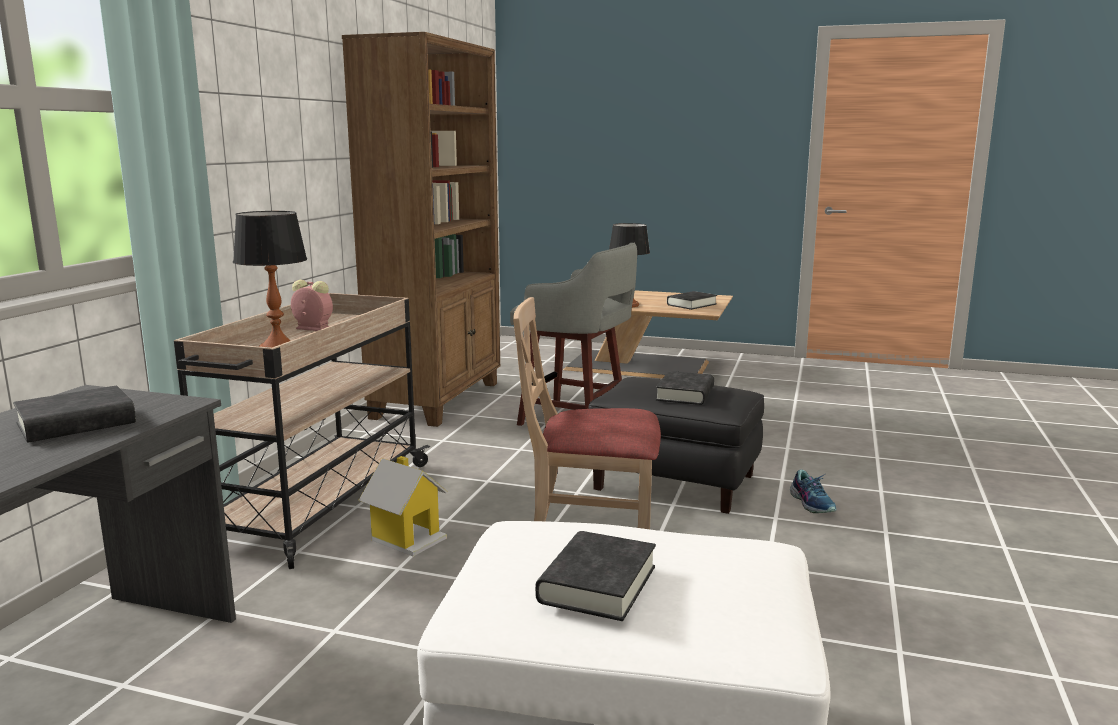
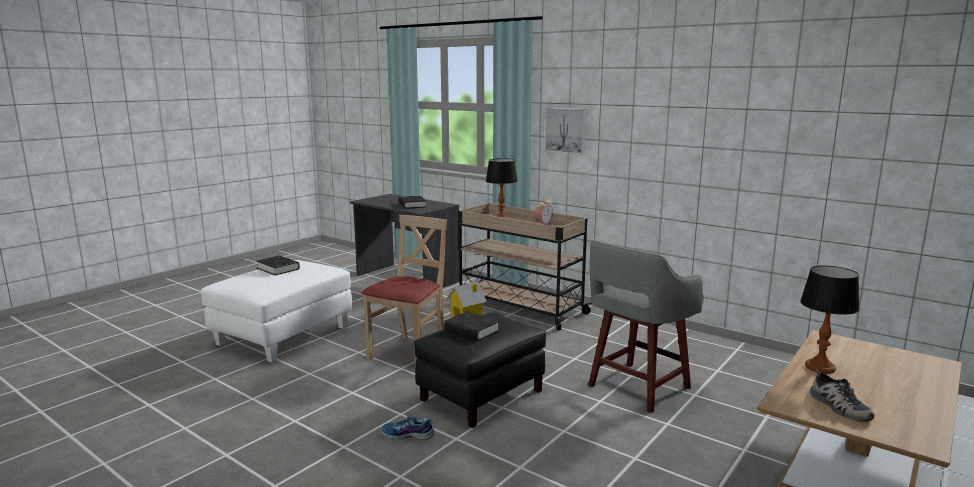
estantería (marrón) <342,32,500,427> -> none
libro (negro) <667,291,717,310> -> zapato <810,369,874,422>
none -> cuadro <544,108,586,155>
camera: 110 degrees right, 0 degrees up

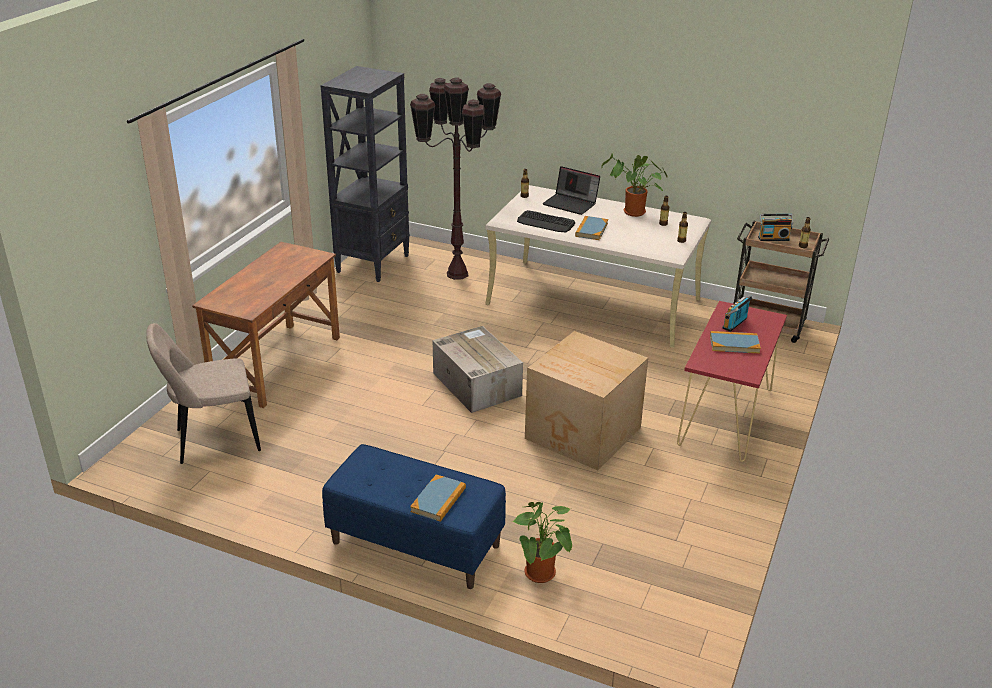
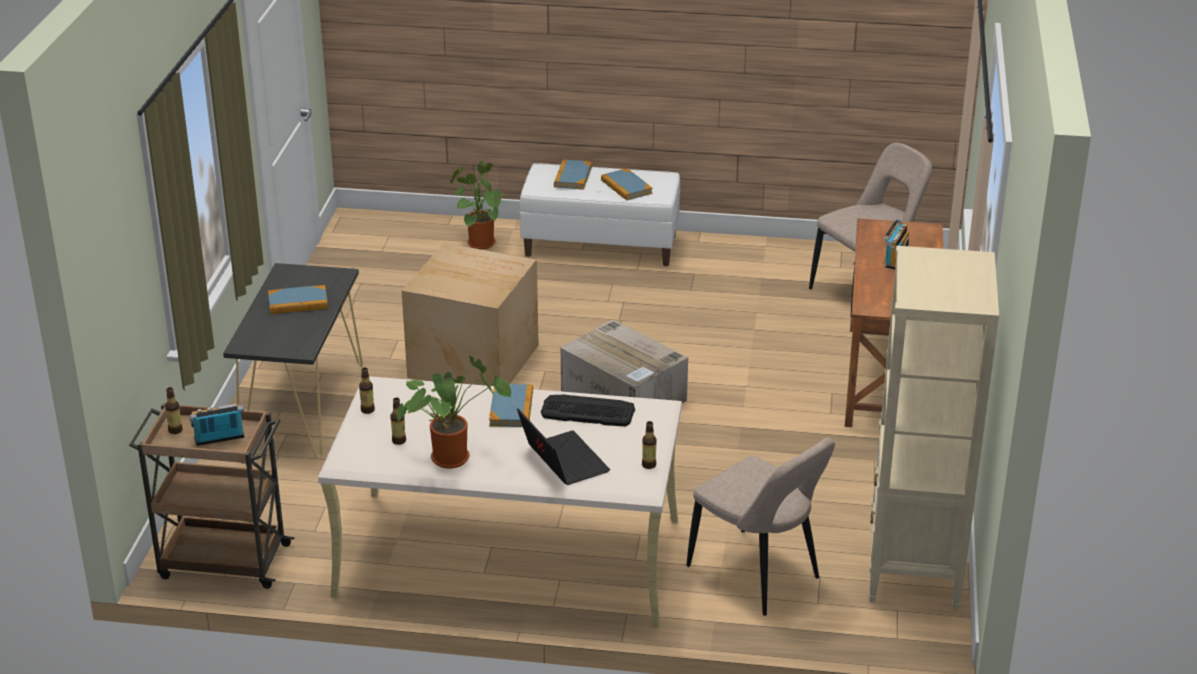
estantería (negro) <321,66,410,282> -> estantería (beis) <869,246,999,610>
banco (azul) <322,444,506,589> -> banco (blanco) <520,163,680,266>
lámpara de pie (marrón) <410,78,501,280> -> silla (beis) <686,437,835,616>
portátil <542,166,600,215> -> portátil <517,409,610,485>, 45 degrees clockwise
mesa consola (rojo) <677,301,787,462> -> mesa consola (negro) <223,263,363,458>
radio <722,295,754,332> -> radio <883,218,909,269>, shifted
none -> libro <601,168,653,201>
camera: 165 degrees right, 0 degrees up

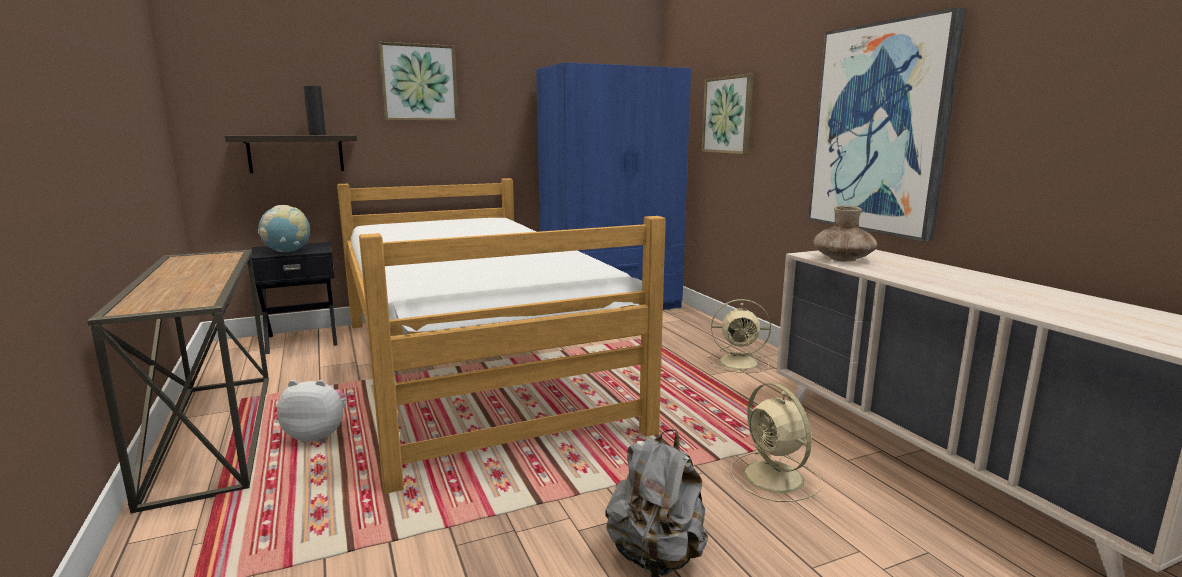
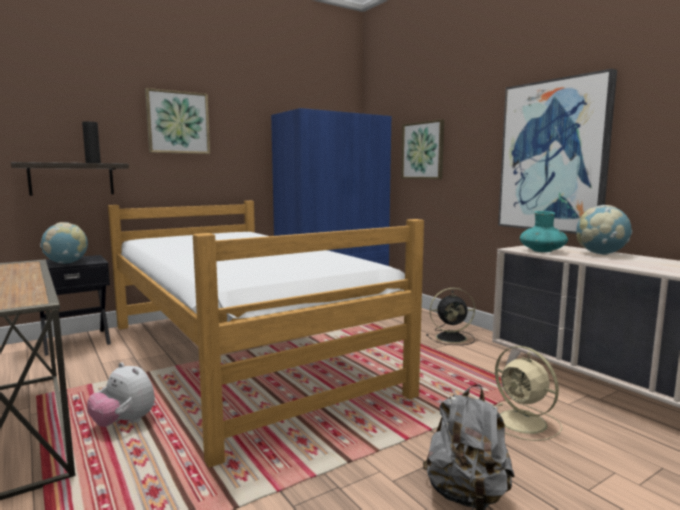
peluche <277,380,347,442> -> peluche <87,362,155,427>, 135 degrees counterclockwise
ventilador (beis) <708,299,771,373> -> ventilador (negro) <426,288,475,345>
florero (marrón) <813,206,877,261> -> florero (turquesa) <520,211,568,252>
none -> globo terráqueo <576,205,632,255>
camera: 10 degrees left, 5 degrees down

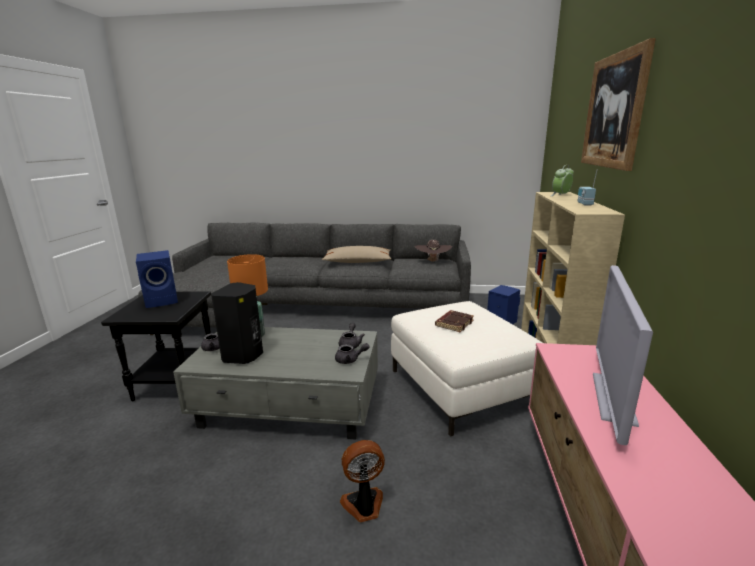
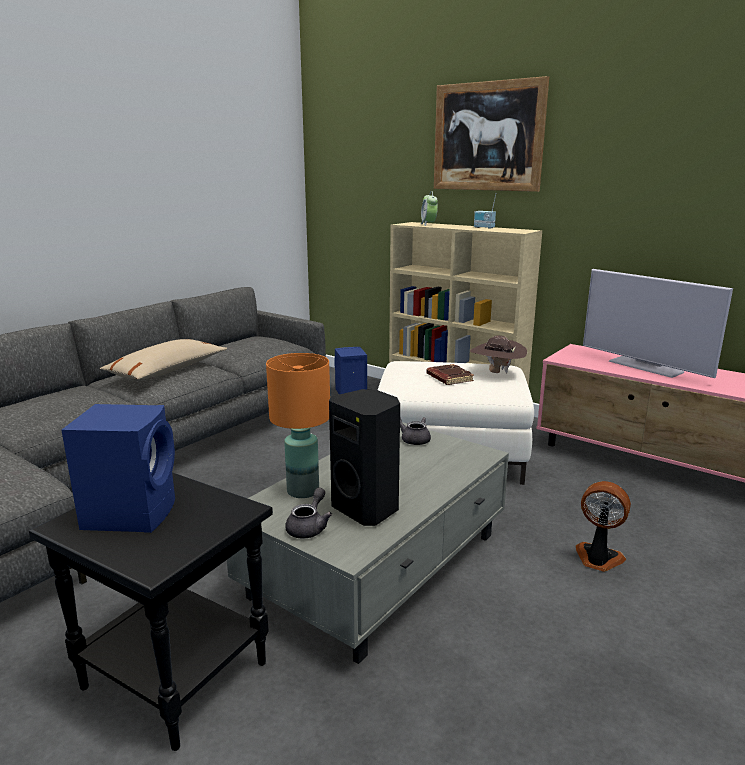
tetera (gris) <335,343,369,364> -> none
ventilador <340,440,385,522> -> ventilador <576,481,631,572>, 105 degrees clockwise
sombrero (marrón) <414,240,452,261> -> sombrero (marrón) <470,336,527,373>, shifted
camera: 60 degrees left, 0 degrees up

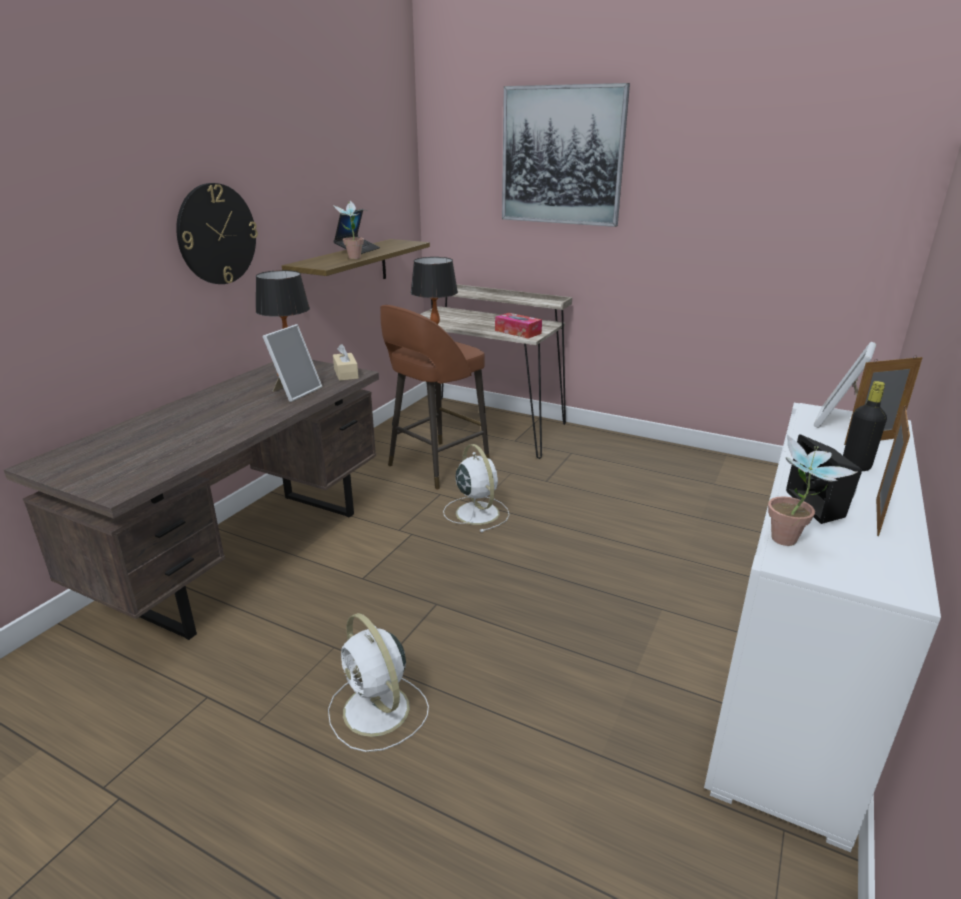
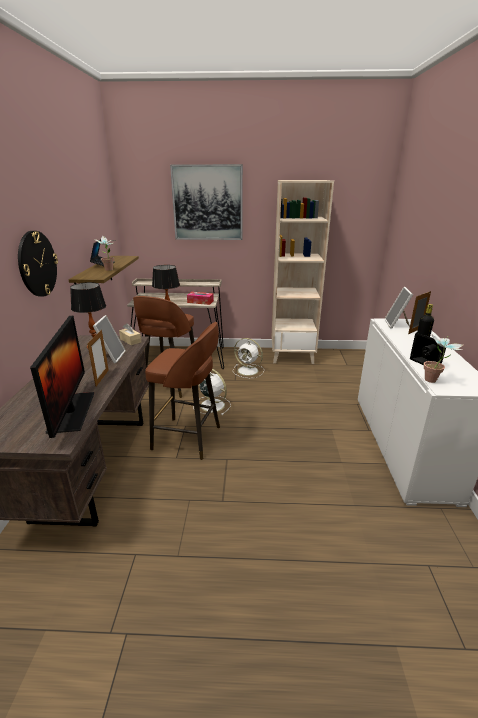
ventilador (blanco) <328,613,429,752> -> ventilador (blanco) <233,338,264,378>, shifted
portarretratos <876,405,910,536> -> portarretratos <87,330,109,386>, shifted
none -> monitor <30,316,94,438>
none -> taburete (marrón) <145,322,220,460>
none -> estantería (beis) <271,180,334,364>
camera: 25 degrees left, 0 degrees up

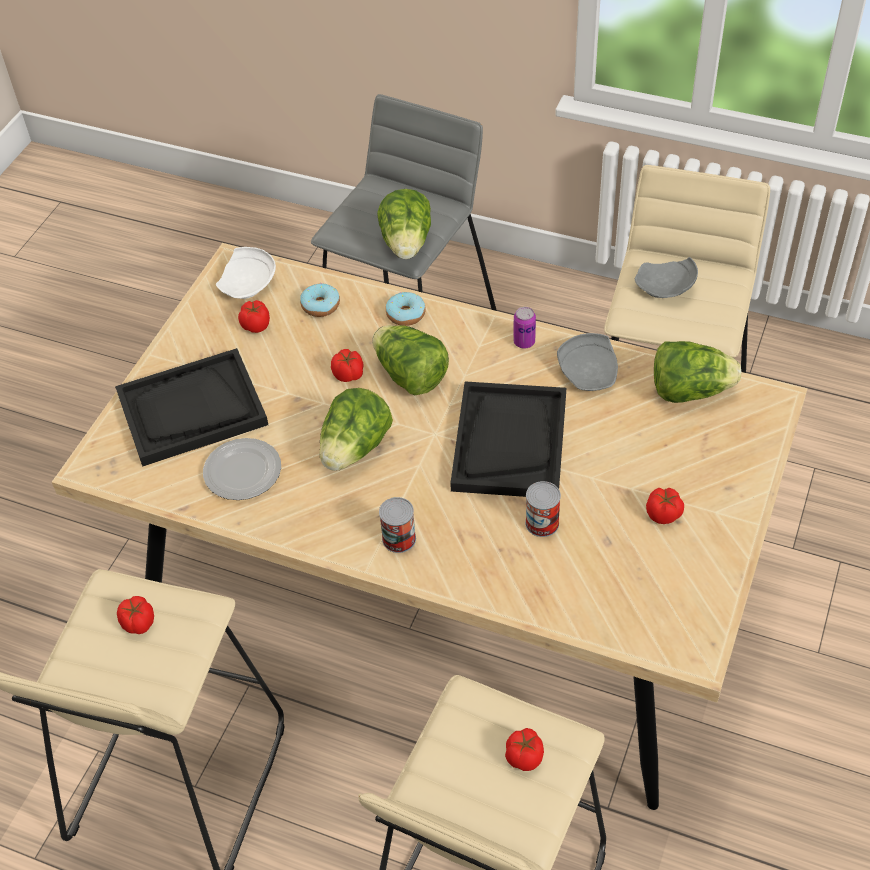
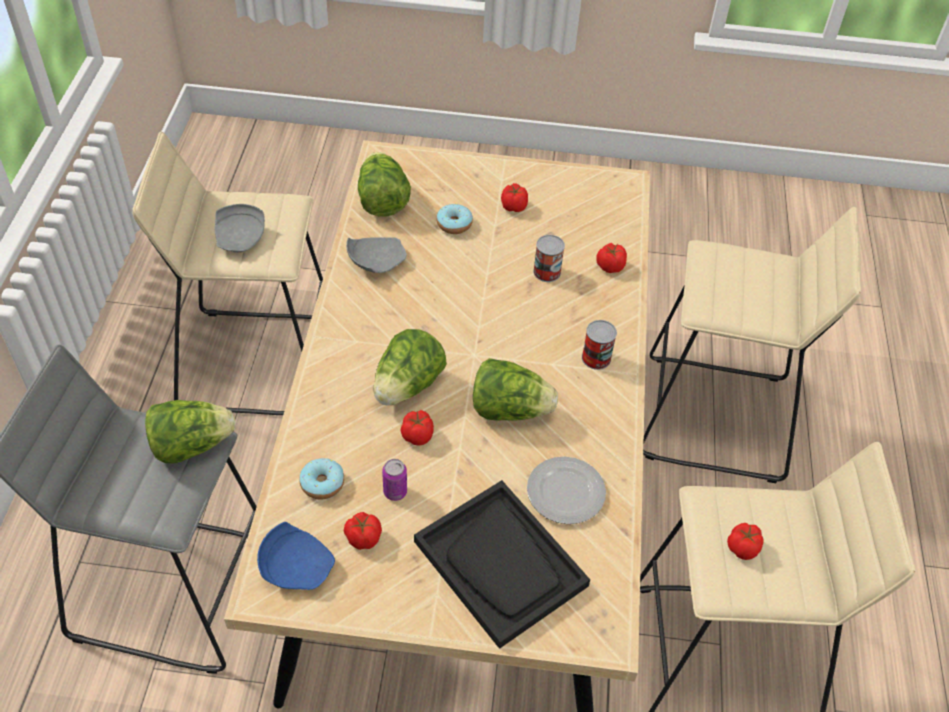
plato (blanco) <216,247,276,299> -> plato (azul) <257,522,335,590>
rosquilla <386,292,426,326> -> rosquilla <436,204,473,234>, shifted
bandeja (negro) <450,381,566,497> -> none
tomate <505,728,544,771> -> tomate <596,243,627,273>, shifted
lata <513,307,536,348> -> lata <382,459,407,501>, shifted
camera: 110 degrees left, 0 degrees up

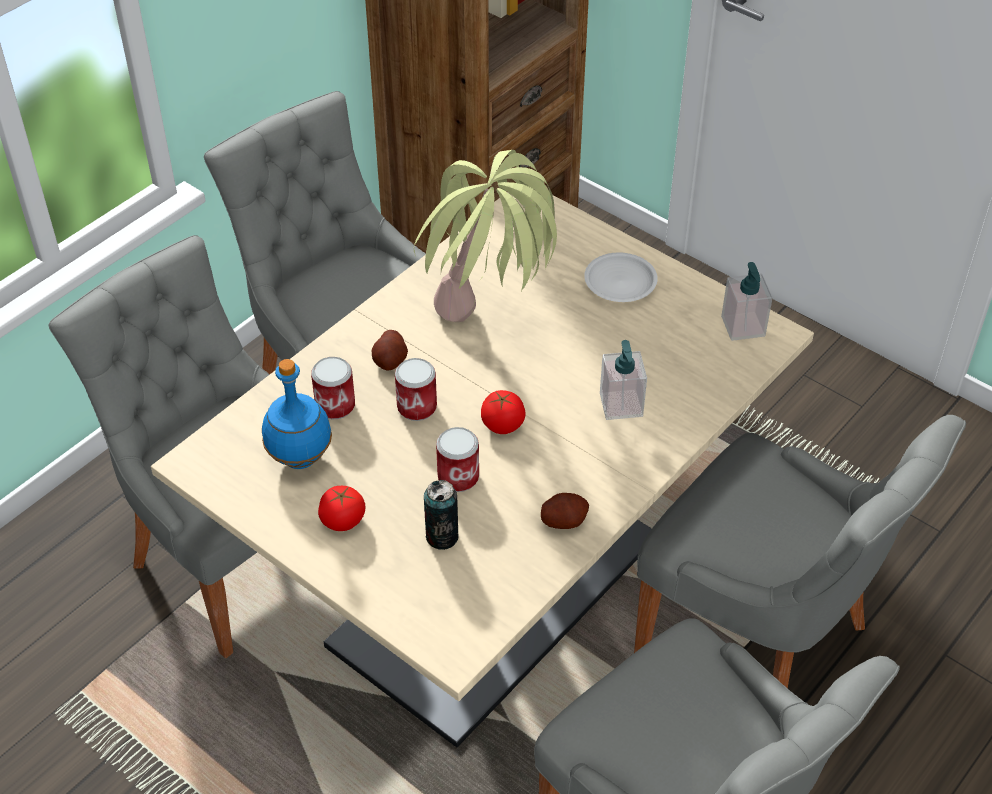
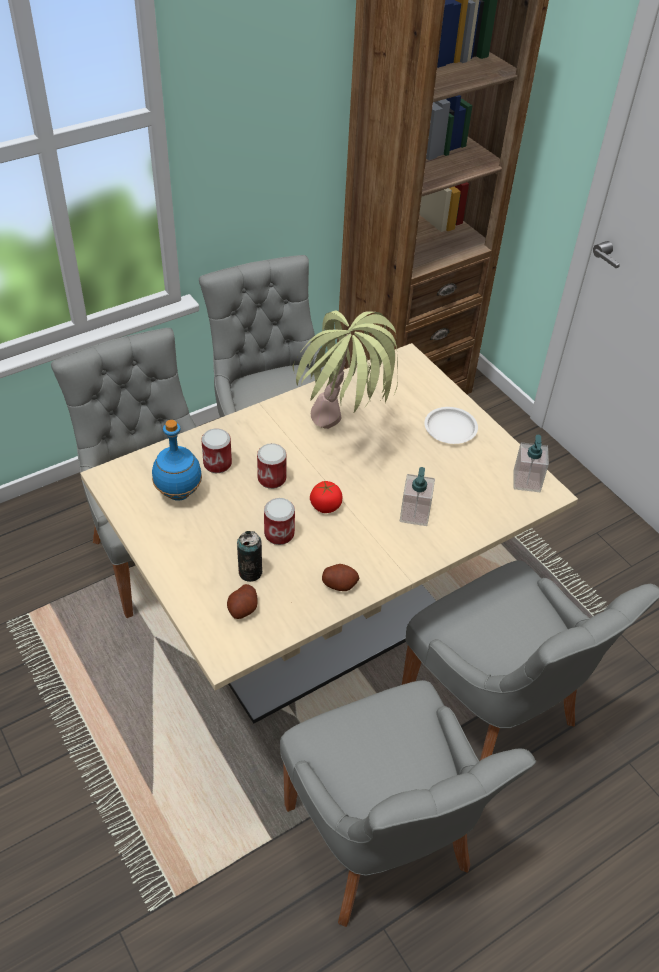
tomate <318,486,365,531> -> none
patata <372,330,408,371> -> patata <227,584,258,619>, shifted
camera: 15 degrees right, 0 degrees up

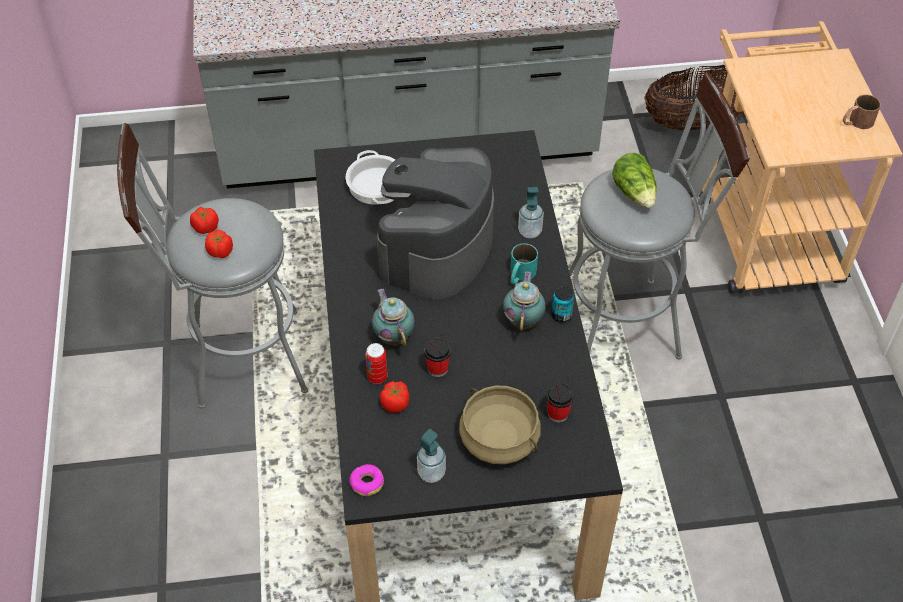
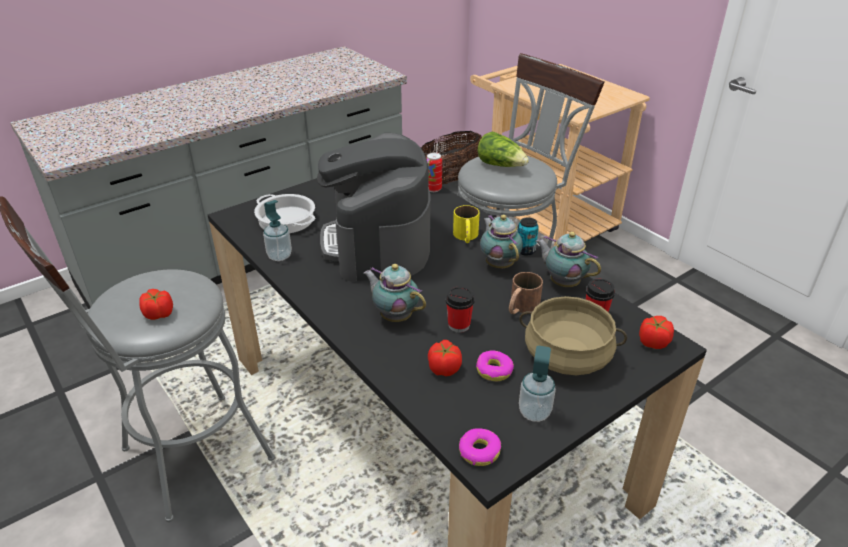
tomate <190,207,219,234> -> tomate <639,316,674,349>, shifted
lata <365,343,387,384> -> lata <426,152,442,192>, shifted
taza grande (turquesa) <510,243,538,284> -> taza grande (amarillo) <453,205,480,243>
dispensador de jabón <518,187,544,238> -> dispensador de jabón <263,200,292,261>, shifted
taza grande (marrón) <843,95,881,129> -> taza grande (marrón) <509,272,543,314>, shifted
none -> rosquilla <476,350,514,381>
none -> tetera <536,232,601,287>
camera: 30 degrees left, 15 degrees down

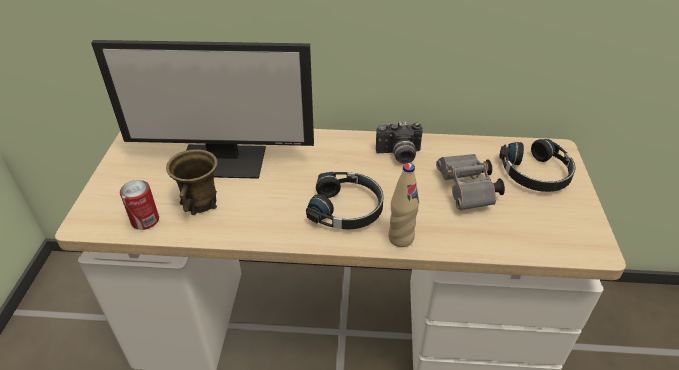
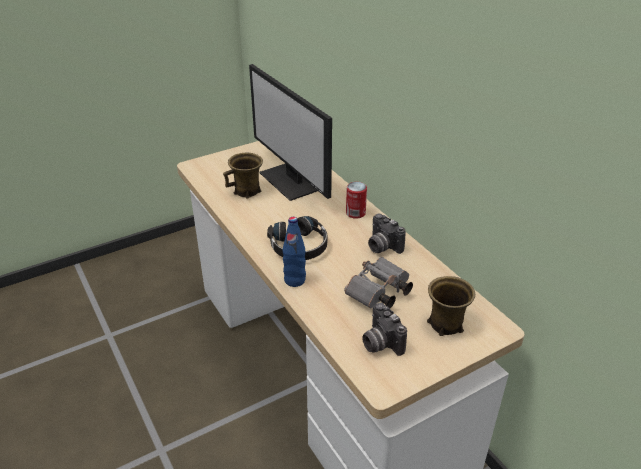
lata <120,180,159,230> -> lata <346,182,367,219>, shifted
botella (beis) <388,163,419,247> -> botella (azul) <283,217,306,287>
auriculares (negro) <500,139,575,192> -> taza grande (marrón) <427,276,475,336>
none -> cámara <362,303,407,356>
camera: 55 degrees right, 5 degrees down

